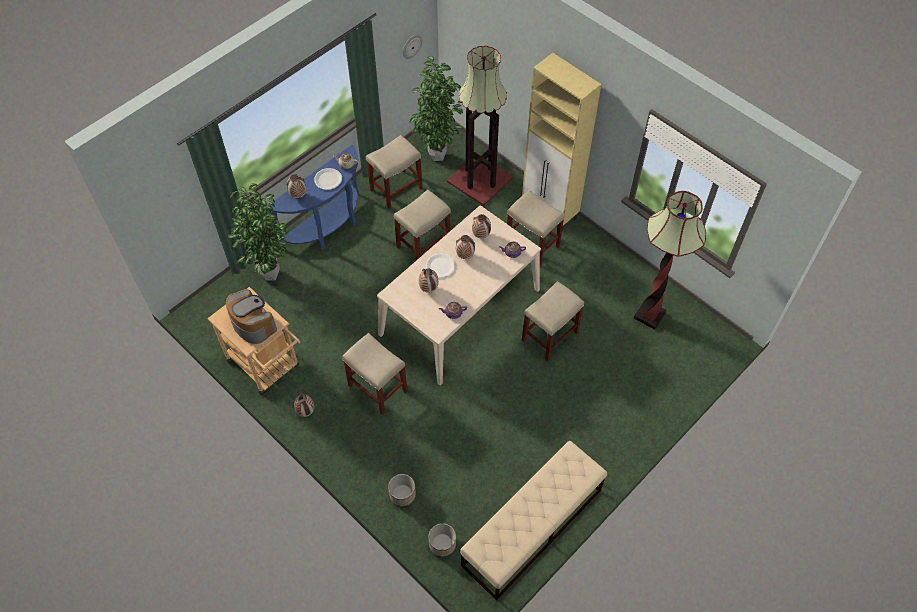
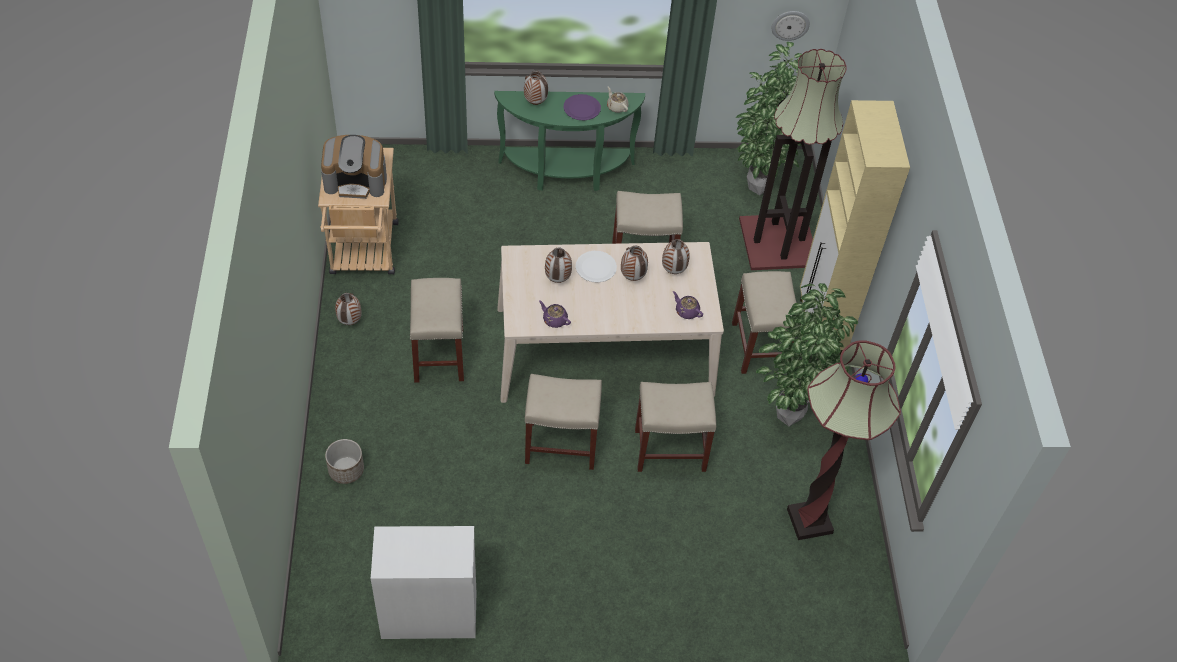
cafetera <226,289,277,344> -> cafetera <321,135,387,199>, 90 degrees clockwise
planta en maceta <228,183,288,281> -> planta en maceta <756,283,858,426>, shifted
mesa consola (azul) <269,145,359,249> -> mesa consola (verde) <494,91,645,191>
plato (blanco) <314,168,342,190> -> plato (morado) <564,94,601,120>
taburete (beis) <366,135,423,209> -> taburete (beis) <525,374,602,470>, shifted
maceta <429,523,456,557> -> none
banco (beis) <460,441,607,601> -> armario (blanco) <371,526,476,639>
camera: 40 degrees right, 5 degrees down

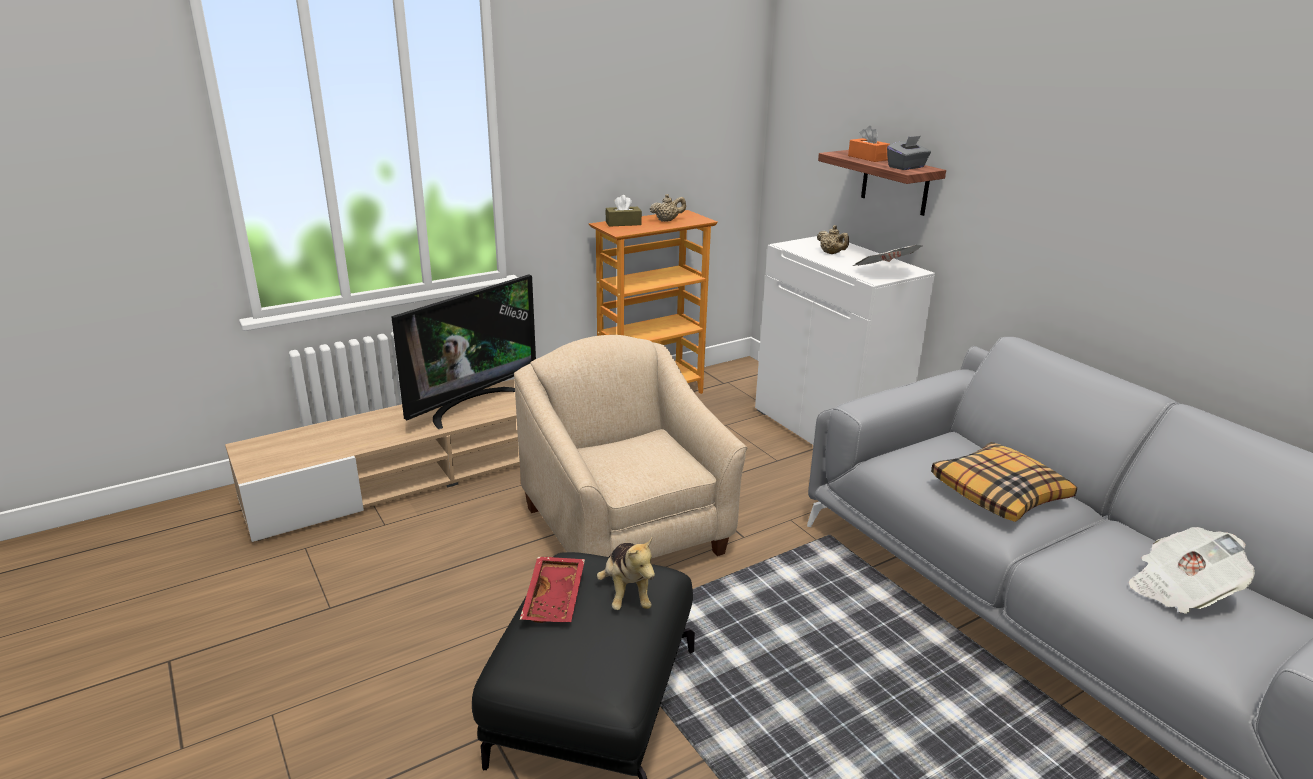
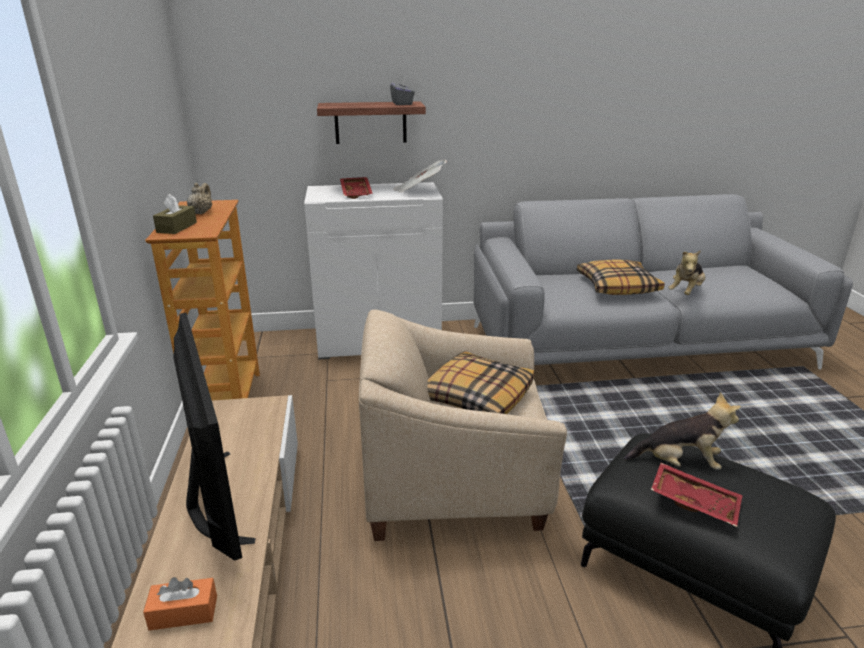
tetera (beis) <817,225,849,254> -> bandeja (rojo) <340,177,373,199>
caja de pañuelos (naranja) <848,126,890,162> -> caja de pañuelos (naranja) <143,577,217,631>, shifted
periódico <1129,527,1255,614> -> none
none -> cojín <428,351,534,414>
none -> peluche <668,250,705,295>
camera: 65 degrees left, 0 degrees up

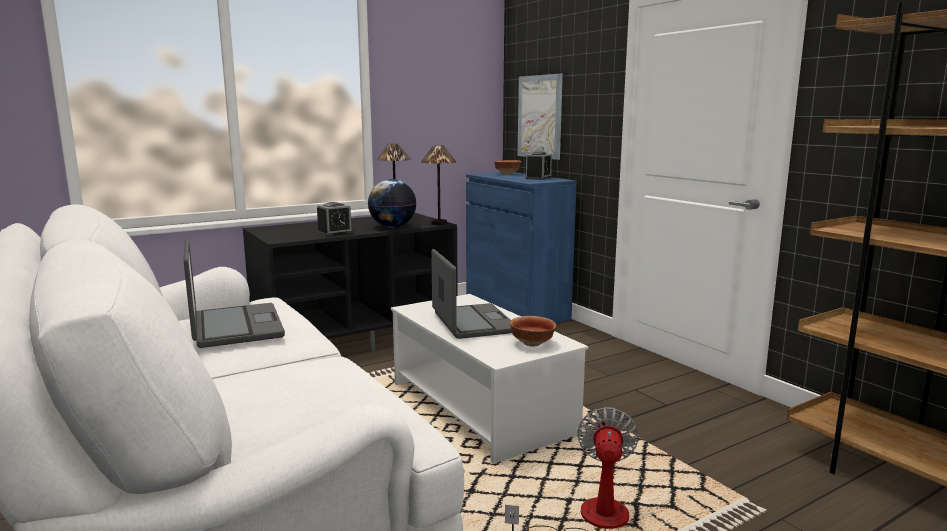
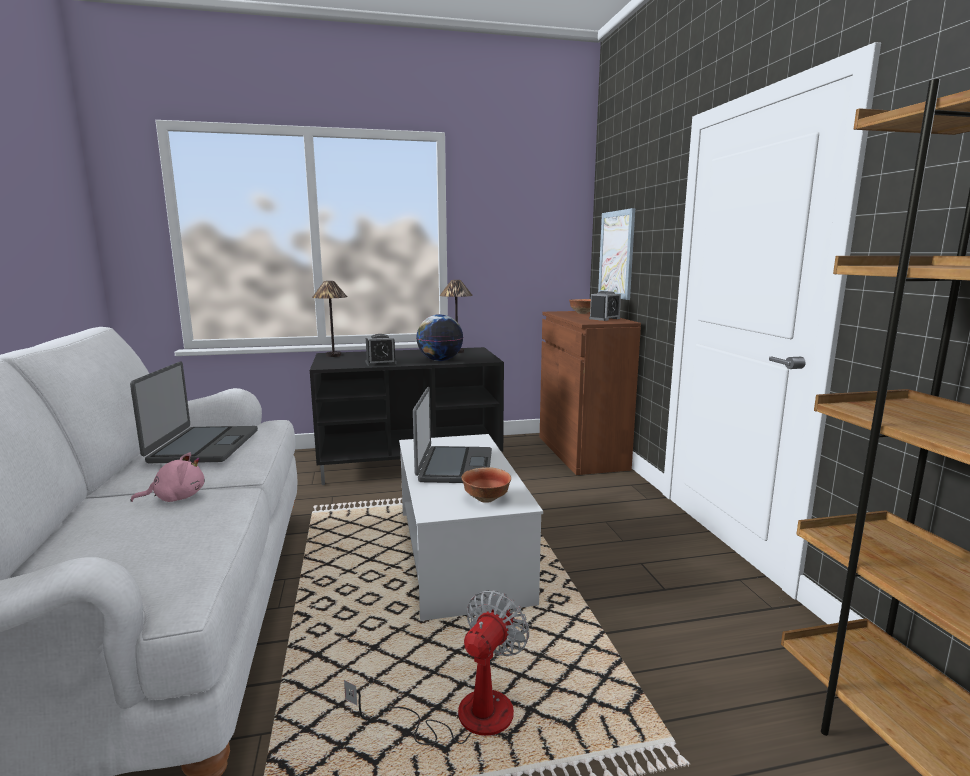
lámpara de mesa <421,145,456,225> -> lámpara de mesa <312,281,347,357>, shifted
armario (azul) <466,172,577,323> -> armario (marrón) <540,311,641,475>
none -> peluche (rosa) <130,452,205,502>
camera: 20 degrees right, 0 degrees up

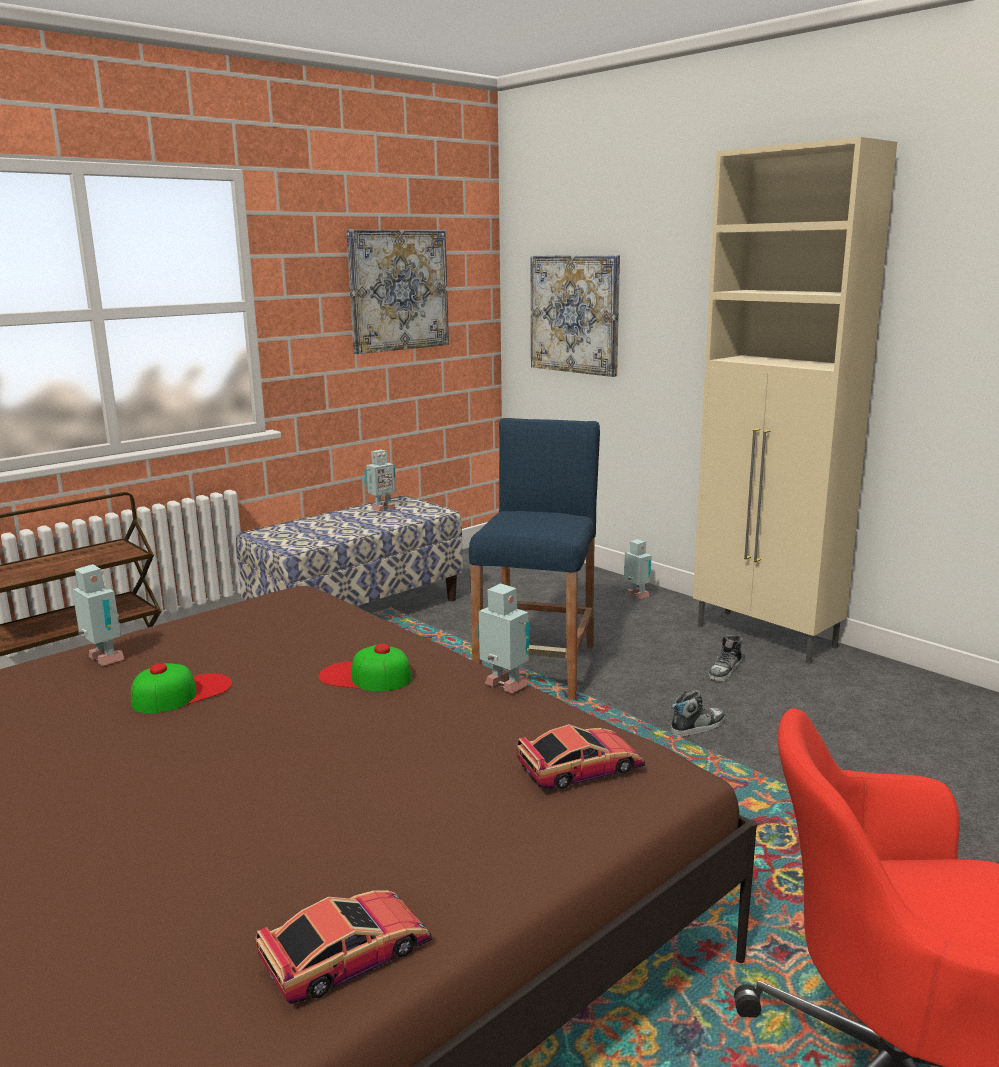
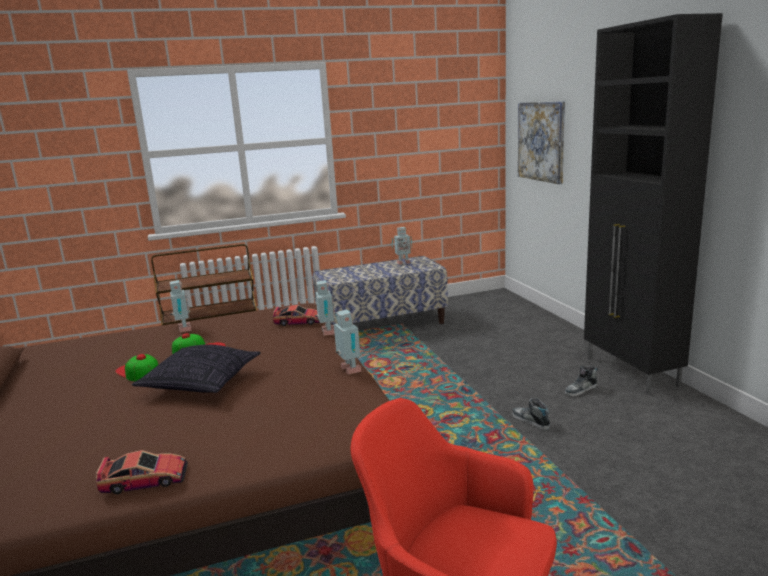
gorra <319,644,412,691> -> gorra <115,354,159,381>, shifted
cuadro <346,229,449,354> -> none
taburete (azul) <469,418,600,700> -> none
coche de juguete <516,724,646,789> -> coche de juguete <273,305,320,326>, shifted
robot de juguete <624,539,652,599> -> robot de juguete <315,280,336,336>, shifted
zapato <671,690,725,737> -> zapato <512,398,550,430>, 120 degrees counterclockwise
armario (beis) <693,137,897,664> -> armario (negro) <584,13,723,395>
none -> cojín <132,344,261,393>
camera: 25 degrees right, 0 degrees up

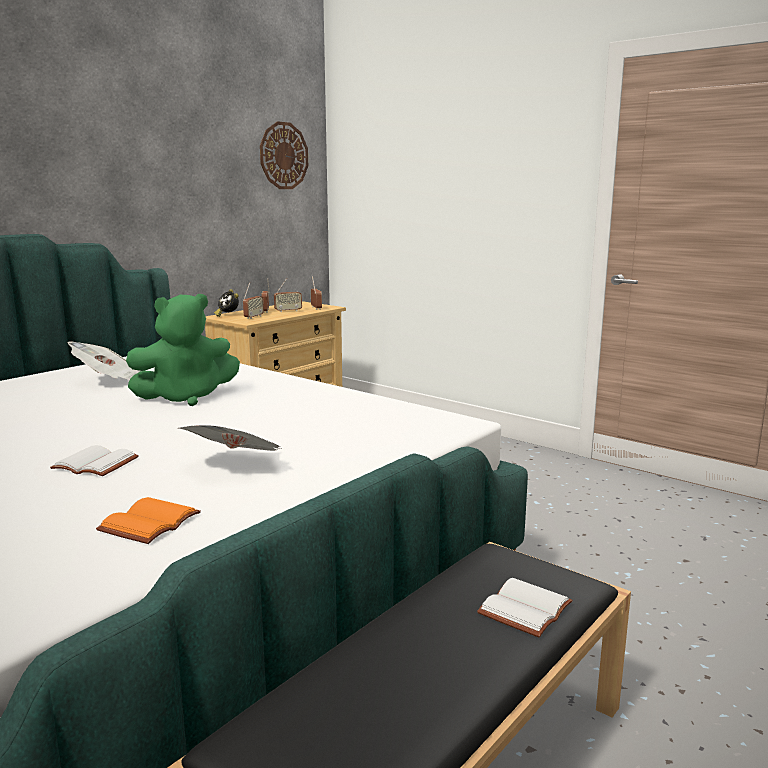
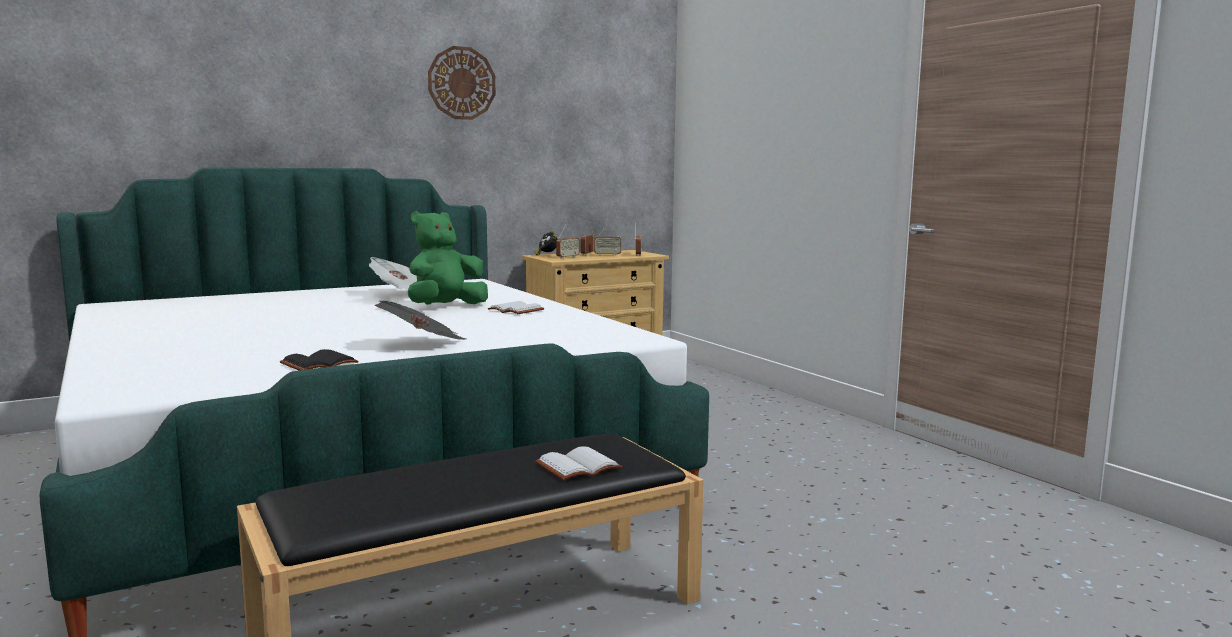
libro (blanco) <50,445,139,477> -> libro (blanco) <488,301,544,314>, shifted
libro (naranja) <96,497,201,544> -> libro (negro) <280,349,359,370>
peluche (verde) <126,294,240,406> -> peluche (verde) <408,211,488,304>, 135 degrees clockwise
reloj de pared <260,121,308,189> -> reloj de pared <428,46,496,120>, shifted
camera: 20 degrees right, 5 degrees down

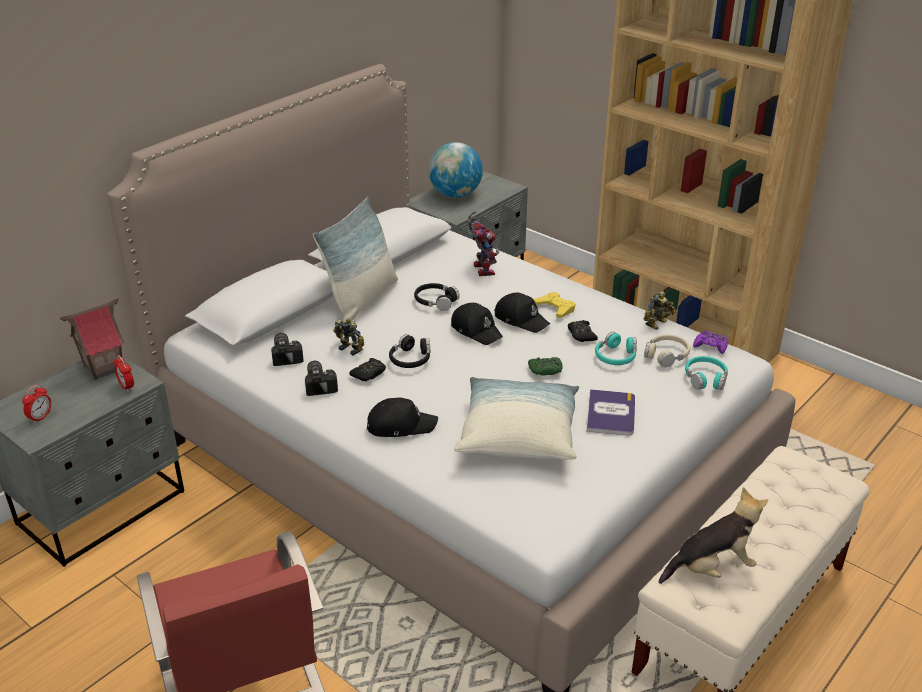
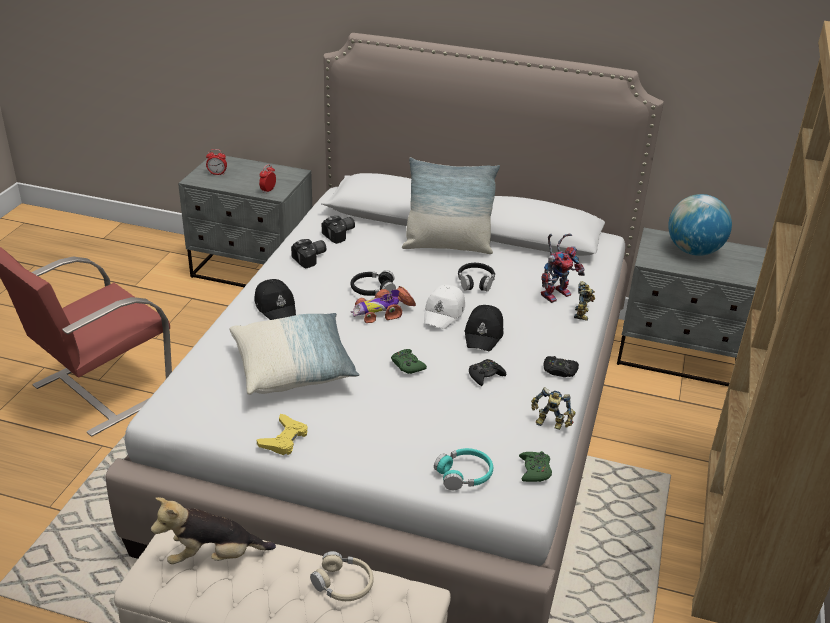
casita <60,298,124,380> -> none
robot de juguete <333,318,364,356> -> robot de juguete <574,281,595,321>, shifted
mando de consola (negro) <349,358,386,381> -> mando de consola (negro) <544,356,579,377>, shifted
gorra (negro) <451,303,503,345> -> gorra (blanco) <424,285,465,329>
mando de consola (amarillo) <533,292,575,318> -> mando de consola (amarillo) <257,414,307,455>, shifted
libro <587,389,635,435> -> none
auriculares (turquesa) <595,331,637,365> -> none
auriculares (beis) <644,335,690,368> -> auriculares (beis) <310,551,374,601>, shifted
peluche <659,487,768,584> -> peluche <151,497,276,564>, 120 degrees clockwise
mando de consola (morado) <693,330,728,354> -> mando de consola (verde) <519,451,552,482>
none -> coche de juguete <351,286,416,323>
camera: 65 degrees right, 0 degrees up

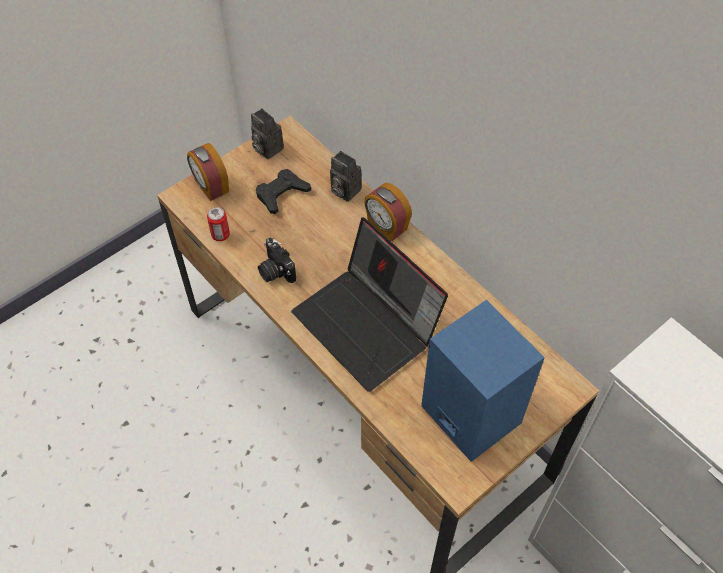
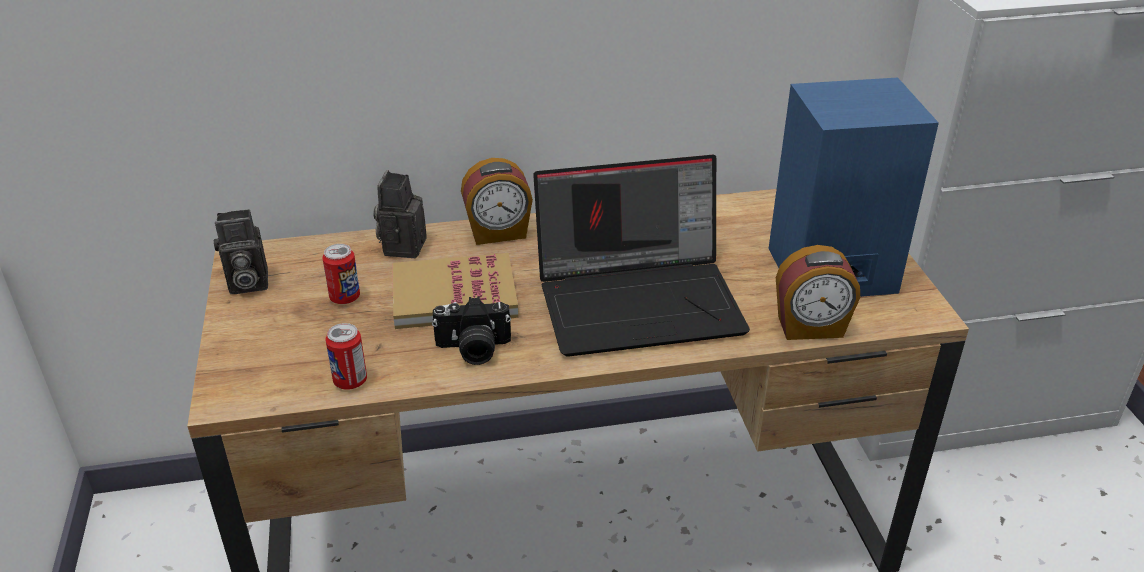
despertador <187,143,229,201> -> despertador <776,245,860,340>, shifted
mando de consola (negro) <256,169,311,214> -> lata <322,244,360,304>
cámara <330,151,362,202> -> cámara <373,170,427,258>, 120 degrees clockwise
none -> libro <392,253,518,329>
camera: 60 degrees left, 20 degrees down

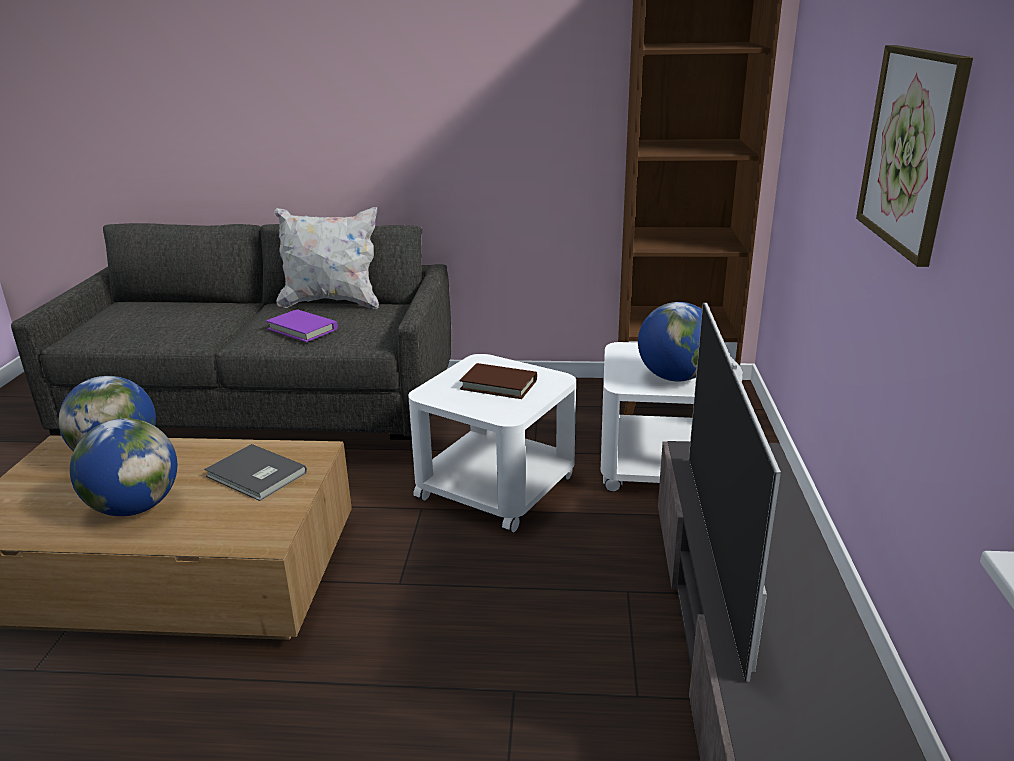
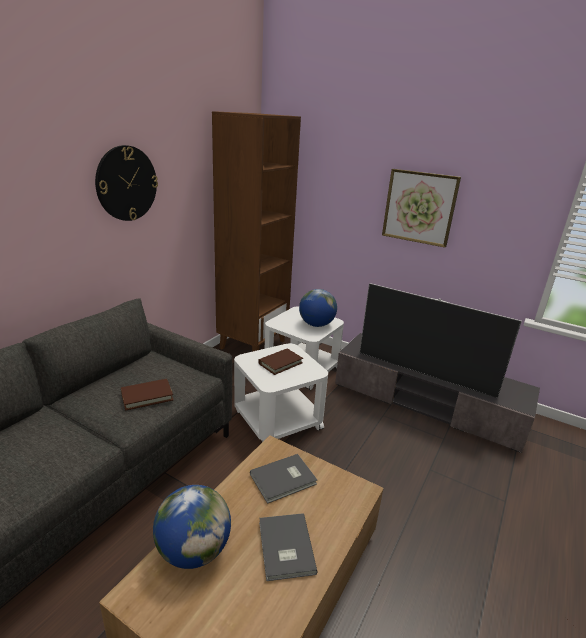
globo terráqueo <70,418,177,516> -> libro (gris) <259,513,318,581>
libro (morado) <266,309,338,342> -> libro (marrón) <121,379,174,411>
cojín (blanco) <274,207,379,309> -> none
none -> reloj de pared <95,145,158,221>
camera: 65 degrees left, 0 degrees up

